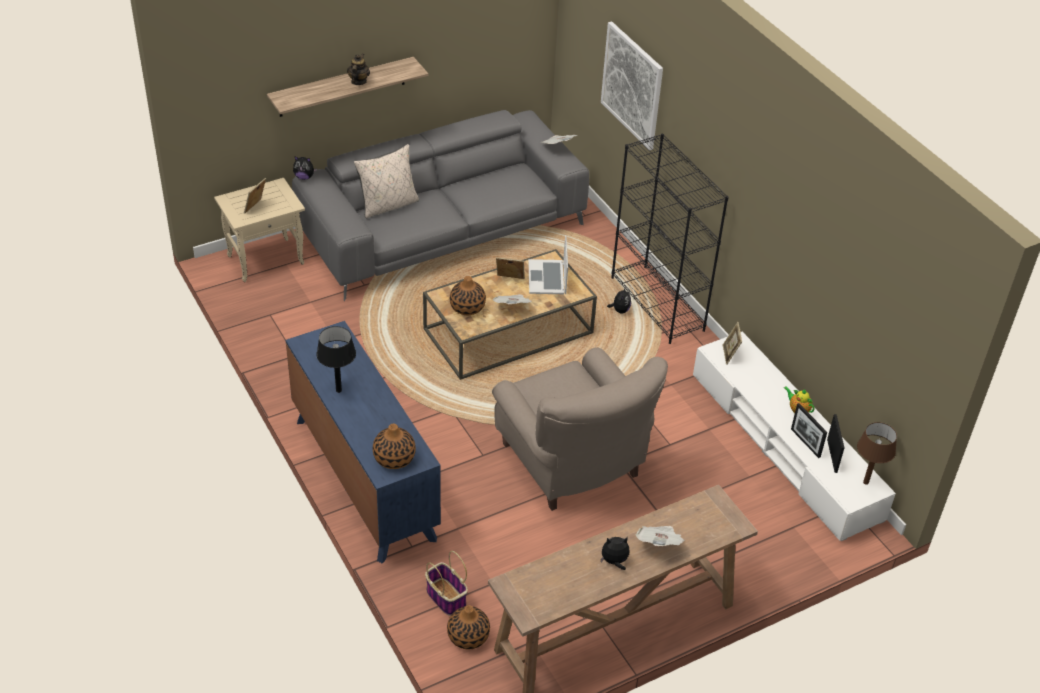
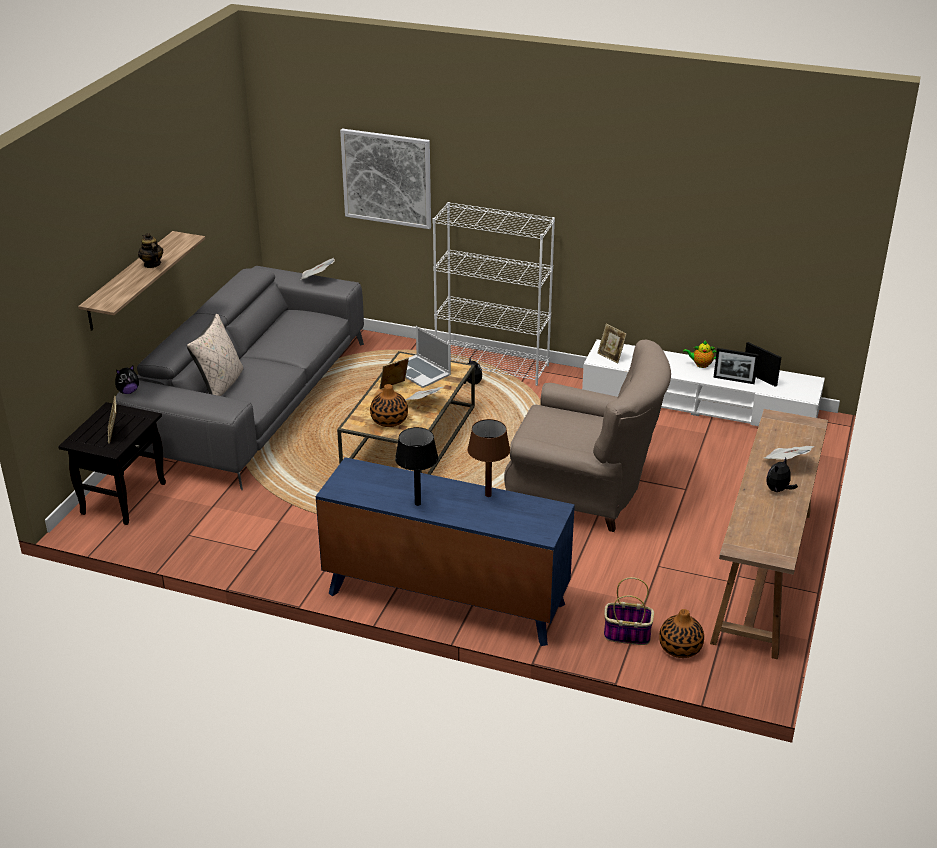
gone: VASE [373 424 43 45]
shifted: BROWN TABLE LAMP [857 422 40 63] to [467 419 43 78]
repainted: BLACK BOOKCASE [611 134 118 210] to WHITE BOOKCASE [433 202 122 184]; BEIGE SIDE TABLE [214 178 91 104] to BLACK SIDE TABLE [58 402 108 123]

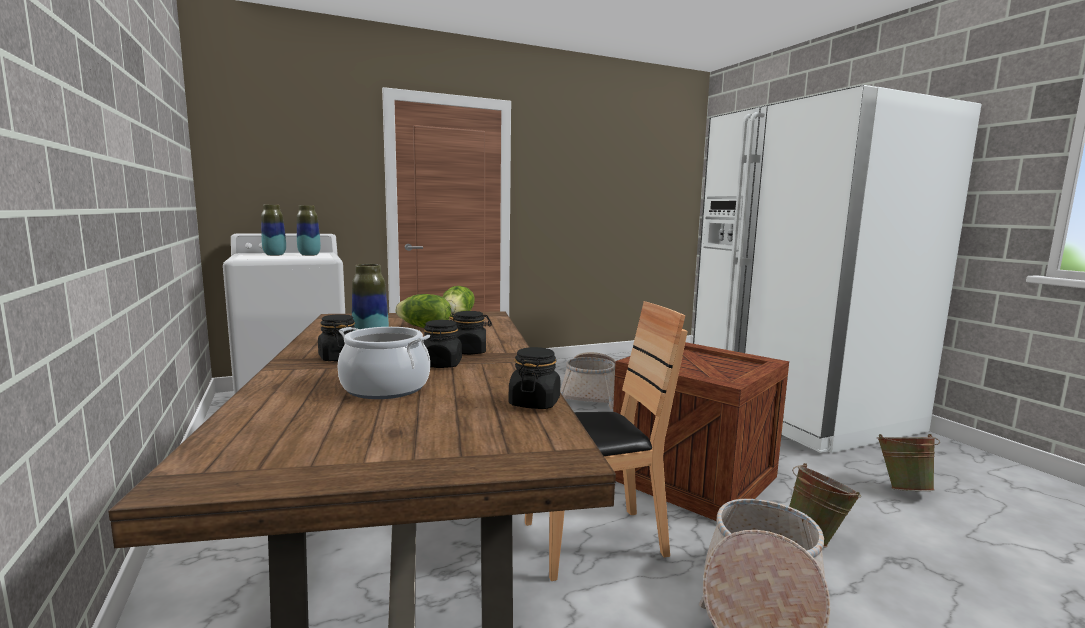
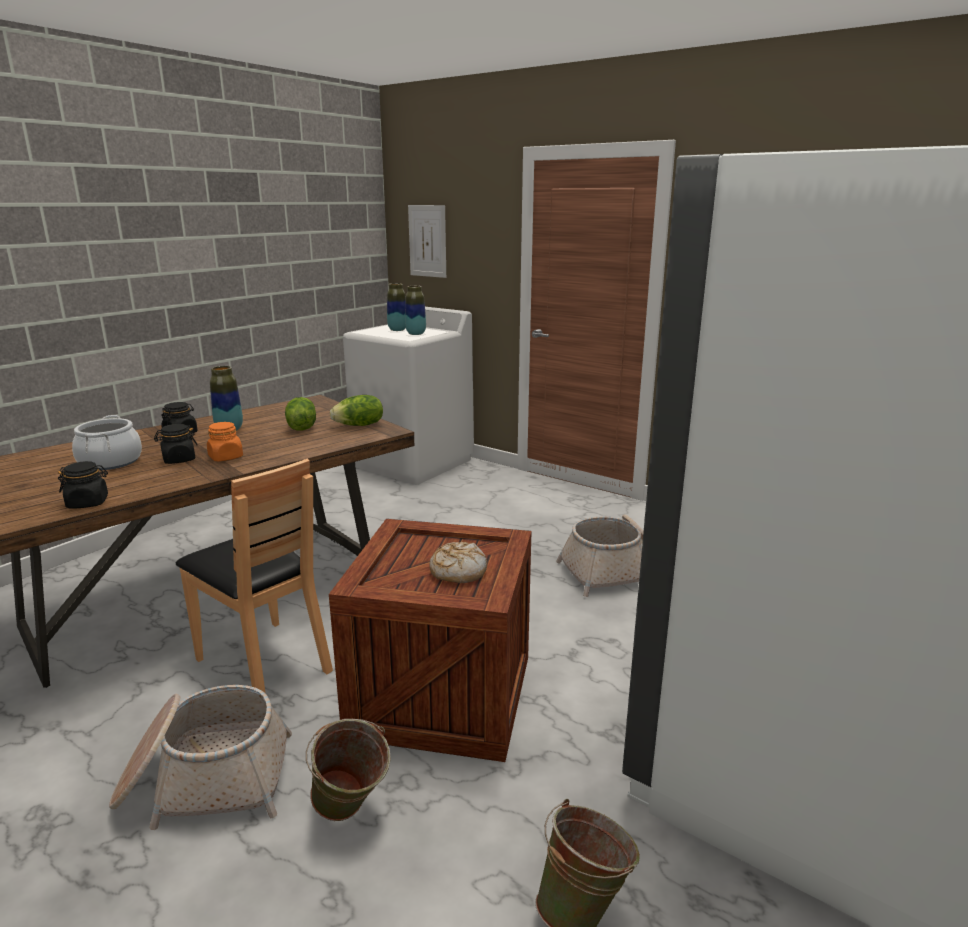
new: PICTURE [408 205 38 73]; BREAD [429 542 58 41]
repainted: BLACK JAR [449 311 43 44] to ORANGE JAR [207 422 36 39]

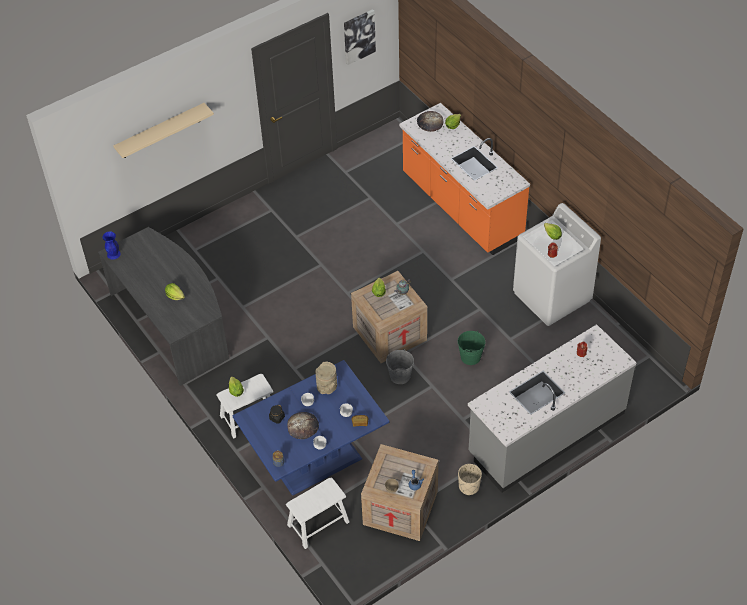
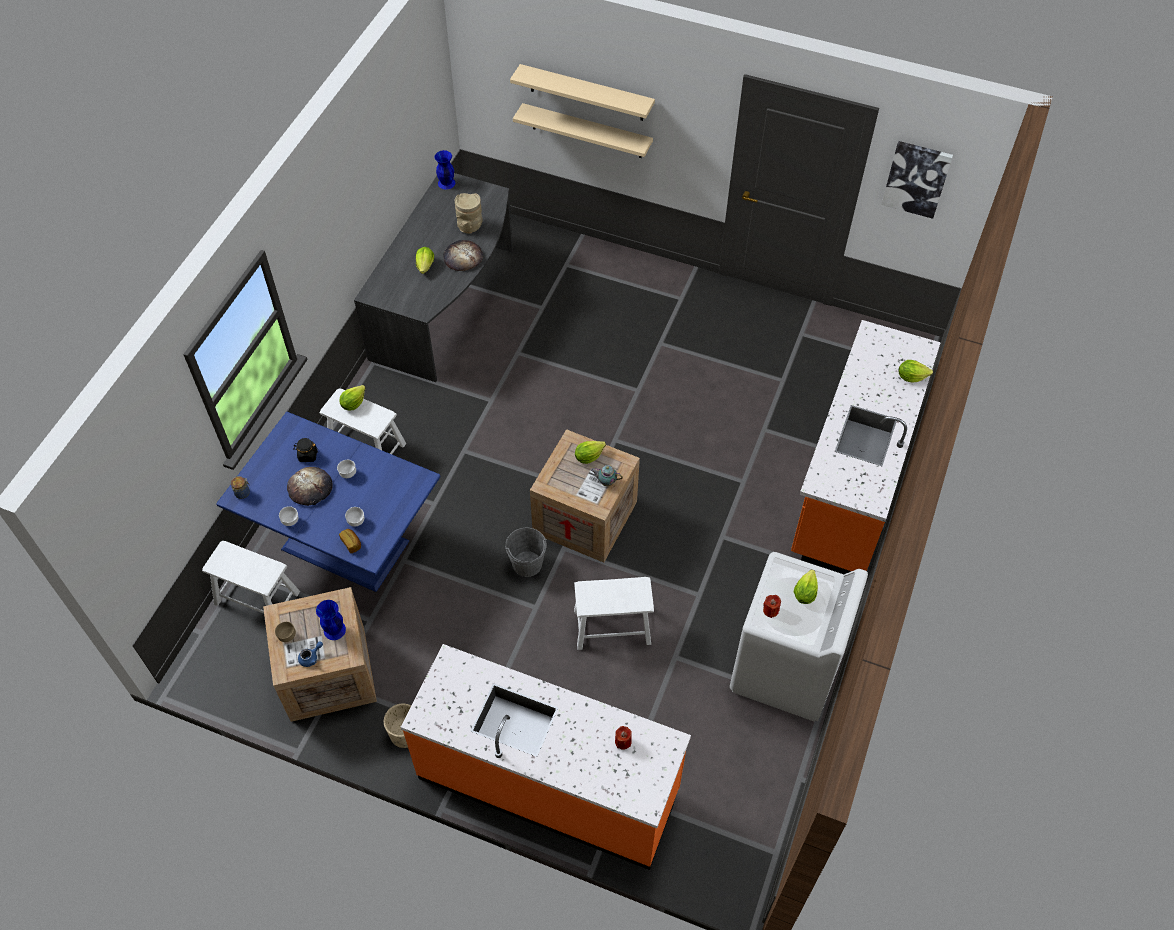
new: BEIGE SHELF [513 103 140 55]; BLUE VASE [316 600 30 40]
shifted: BREAD [417 111 26 21] to [443 240 40 31]; BEIGE VASE [315 362 22 32] to [455 193 28 41]
swapped: GREEN BUCKET [458 331 28 34] to WHITE STOOL [574 577 80 73]
repainted: GREY COUNTER [468 324 169 169] to ORANGE COUNTER [401 644 290 226]

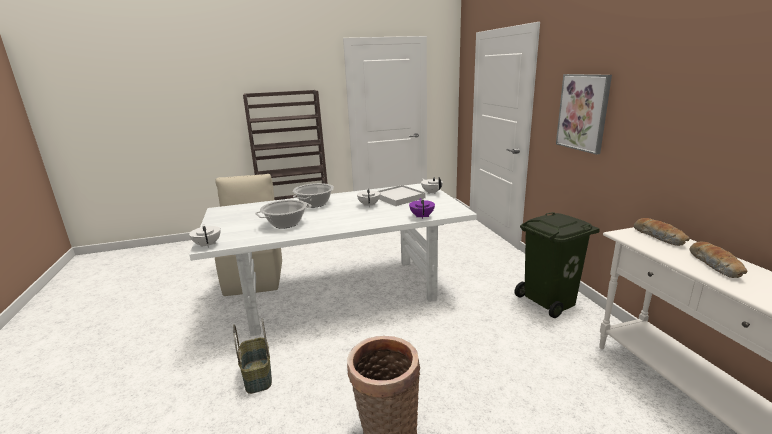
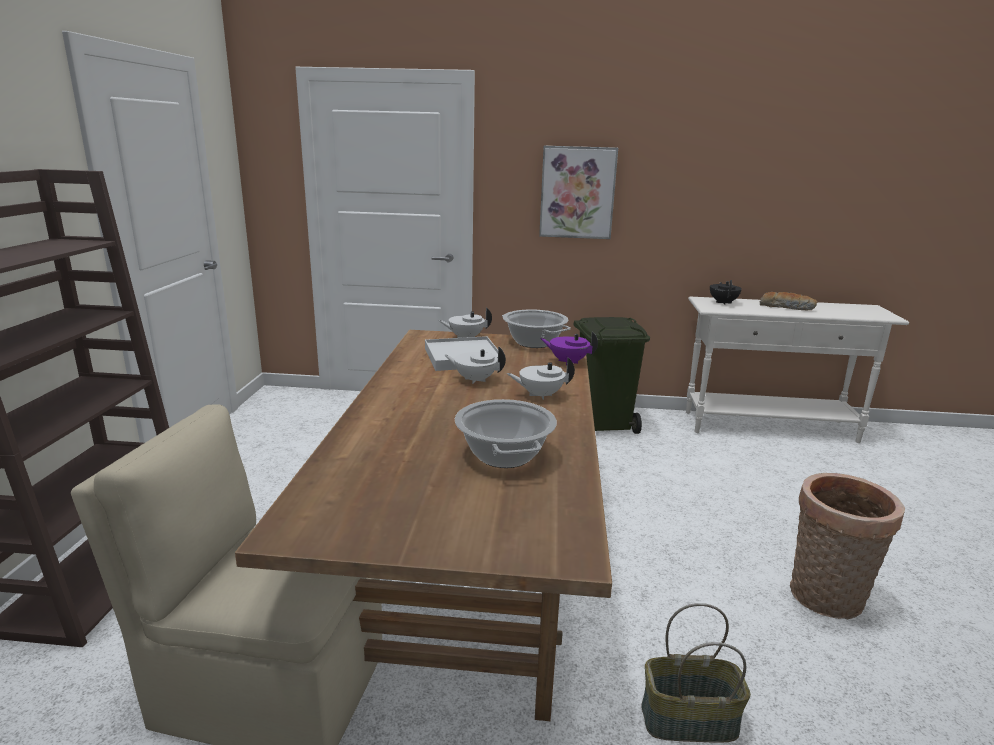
shifted: COOKING POT [293 183 41 25] to [502 309 69 39]; WHITE TEAPOT [189 224 31 24] to [507 357 68 43]
swapped: BREAD [634 218 56 28] to BLACK TEAPOT [710 280 32 25]
repainted: WHITE DINING TABLE [189 184 288 152] to BROWN DINING TABLE [235 330 377 391]

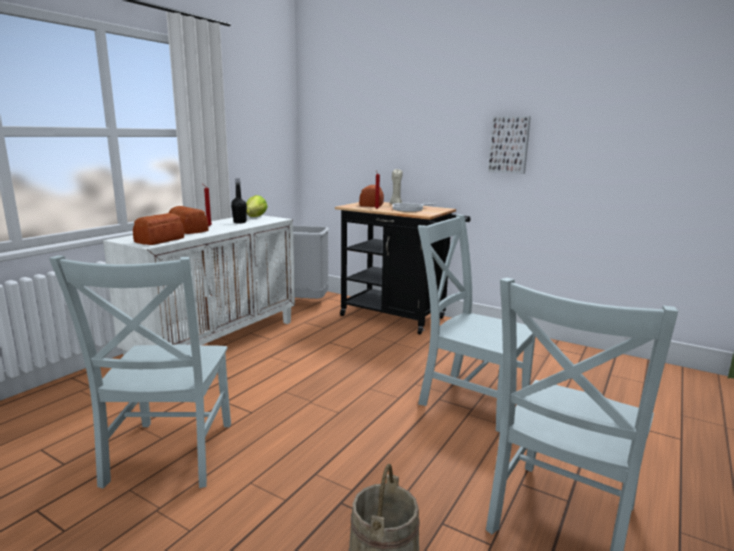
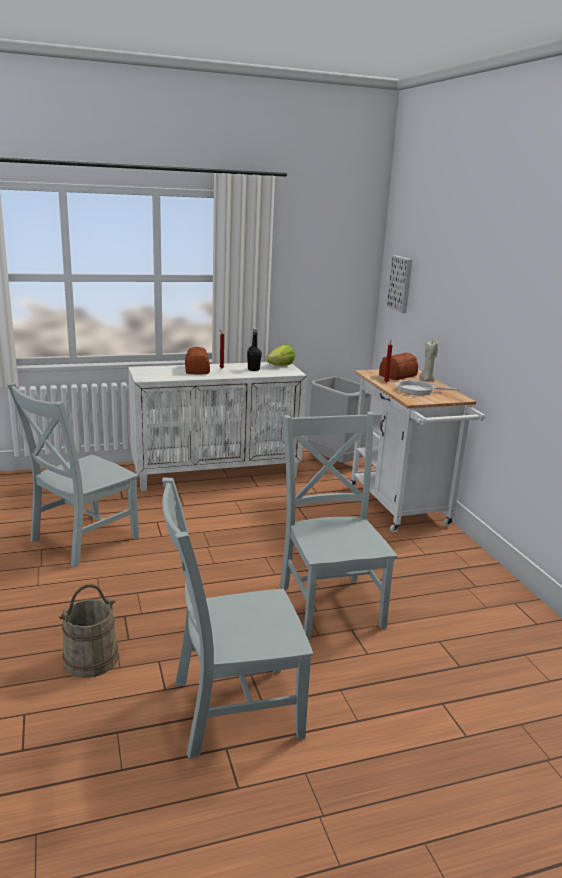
gone: BREAD [133 213 51 32]
shifted: PICTURE [488 116 43 58] to [387 255 25 58]
repainted: BLACK CART [335 202 136 133] to WHITE CART [350 369 135 163]

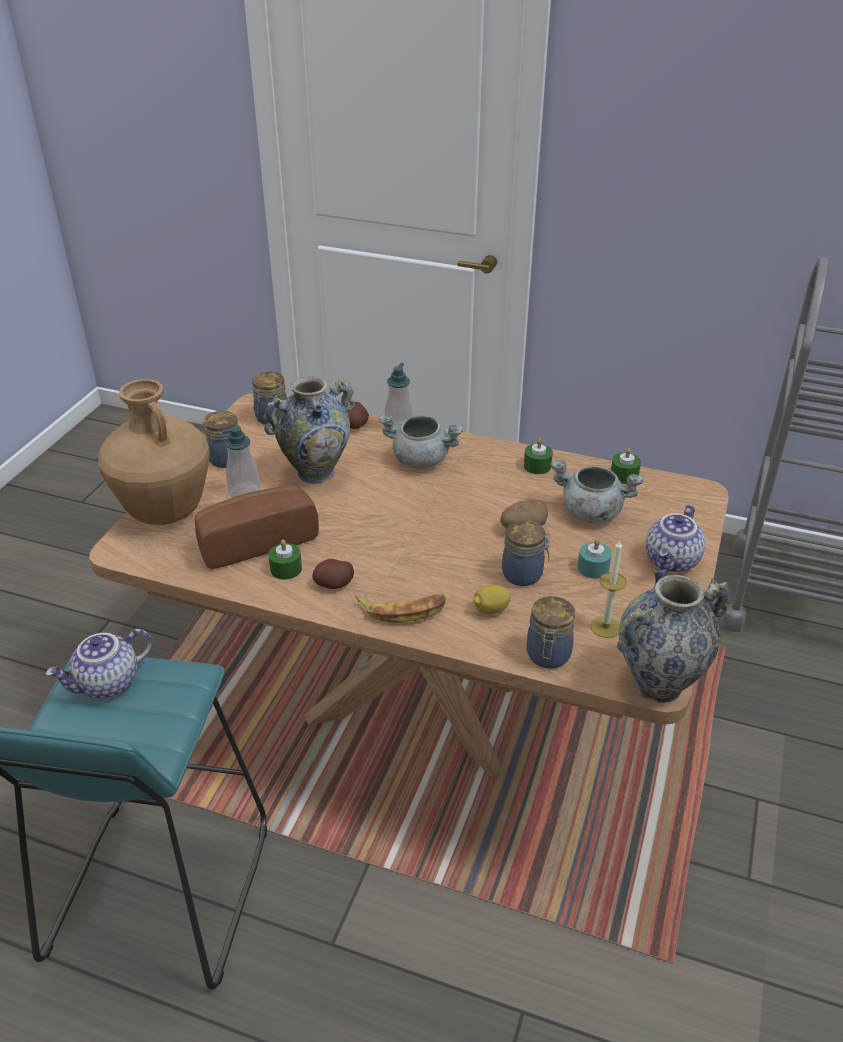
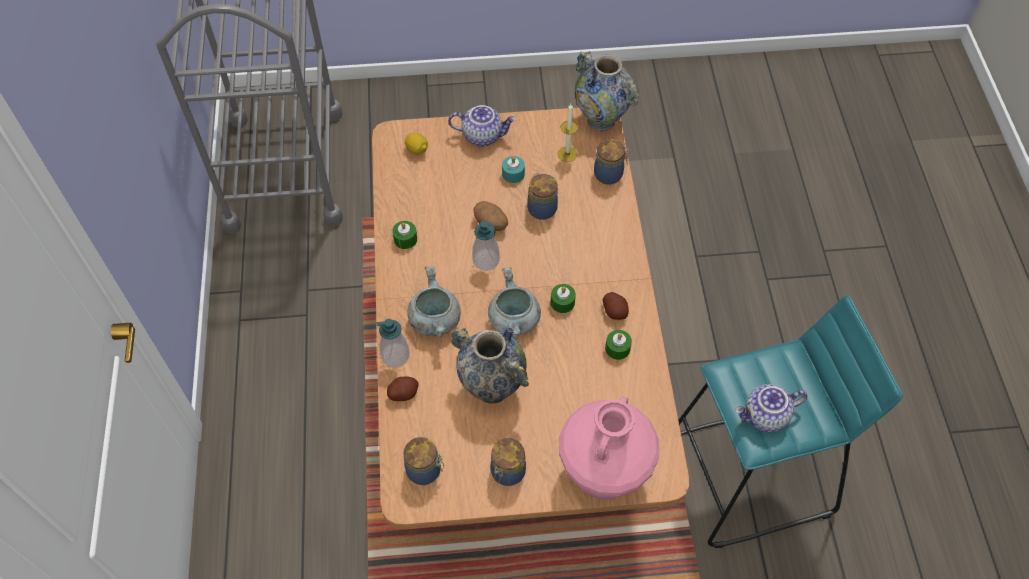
gone: BREAD [195 485 124 84]; BANANA [355 594 91 29]
shifted: SOAP DISPENSER [222 426 38 72] to [472 220 28 51]; GREEN CANDLE [611 448 30 36] to [551 284 25 29]; GREY COOKING POT [551 460 92 63] to [488 268 53 71]; LEMON [473 585 38 29] to [405 133 23 22]
repainted: BROWN VASE [97 379 113 146] to PINK VASE [559 396 100 104]
rotated: TEAPOT [45 629 108 69] = [735 384 72 48] 135 degrees clockwise

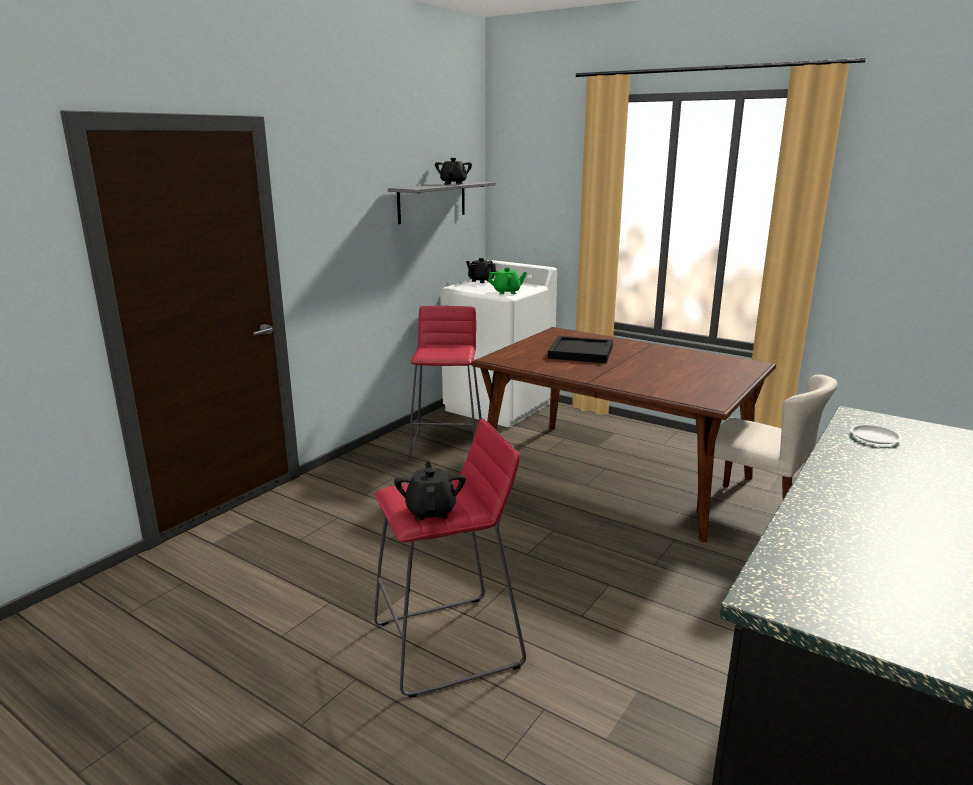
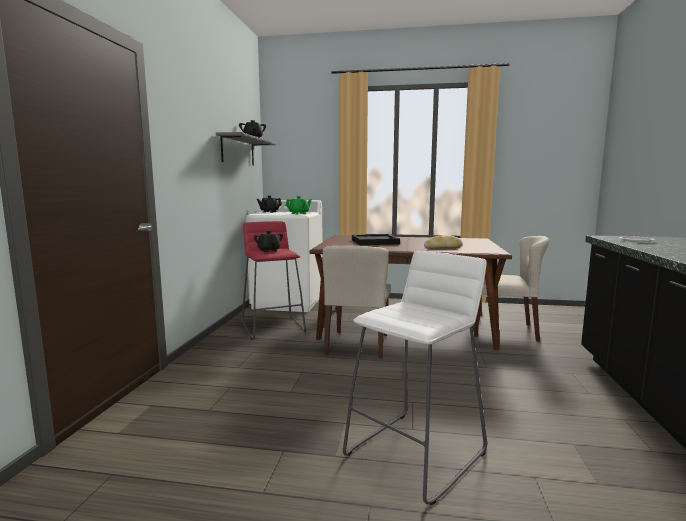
new: BREAD [424 235 39 13]; BEIGE CHAIR [323 246 68 113]
shifted: BLACK TEAPOT [394 461 72 60] to [254 231 29 21]
repainted: RED STOOL [374 418 152 280] to WHITE STOOL [343 251 144 255]

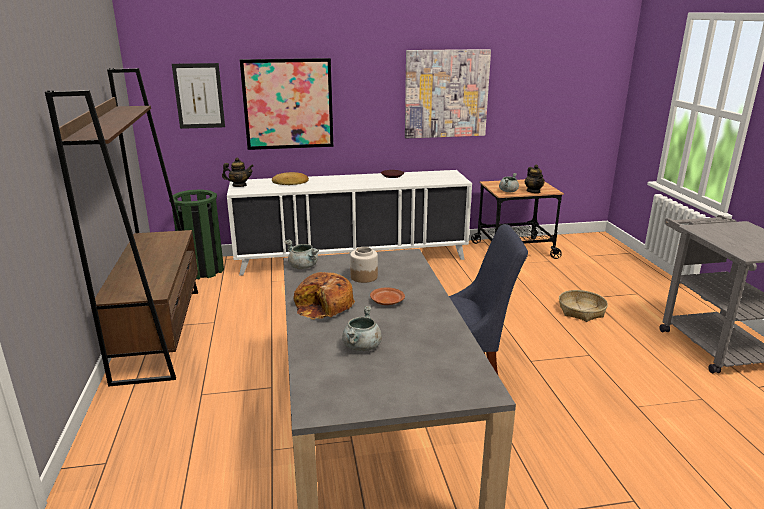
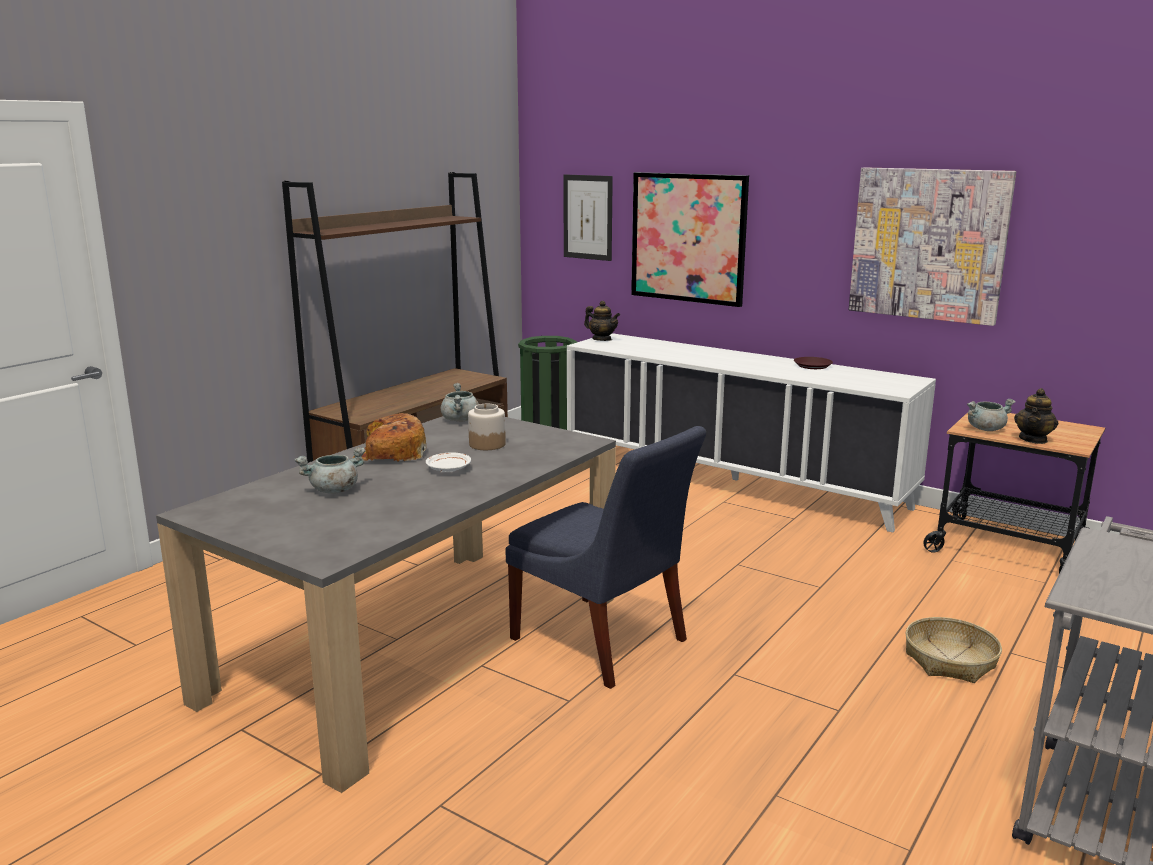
gone: BREAD [272 172 37 13]
repainted: BROWN PLATE [370 288 35 17] to WHITE PLATE [426 452 45 20]

